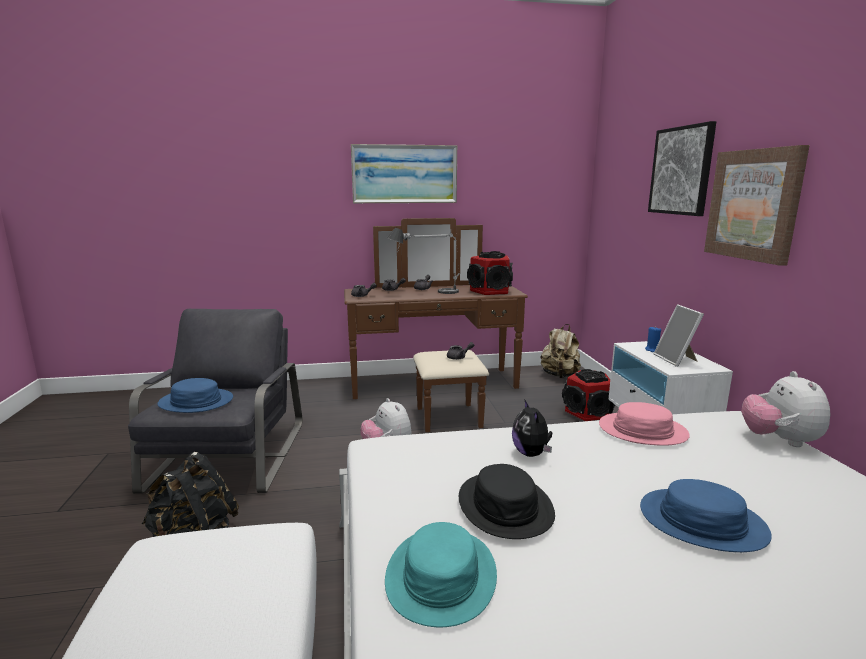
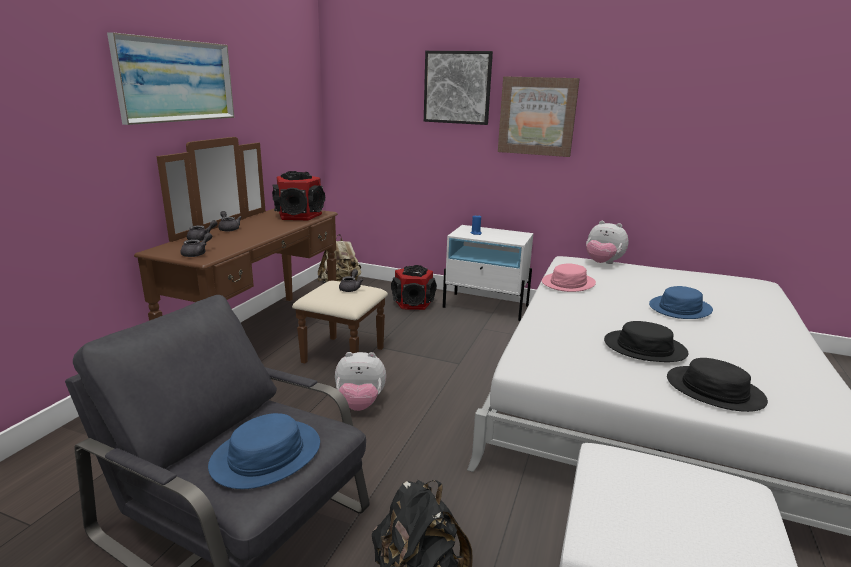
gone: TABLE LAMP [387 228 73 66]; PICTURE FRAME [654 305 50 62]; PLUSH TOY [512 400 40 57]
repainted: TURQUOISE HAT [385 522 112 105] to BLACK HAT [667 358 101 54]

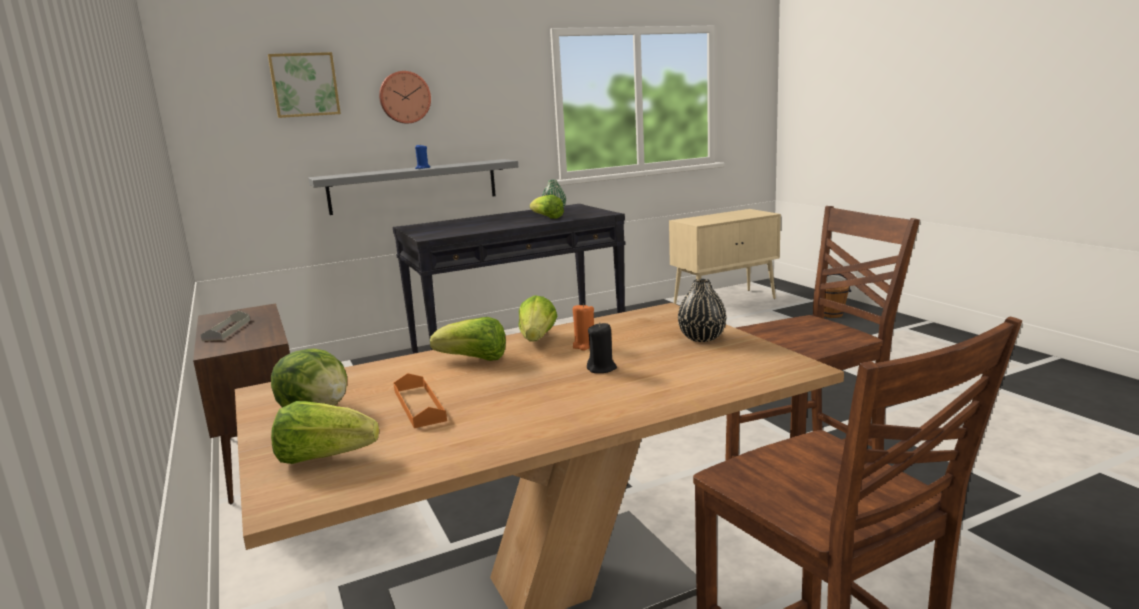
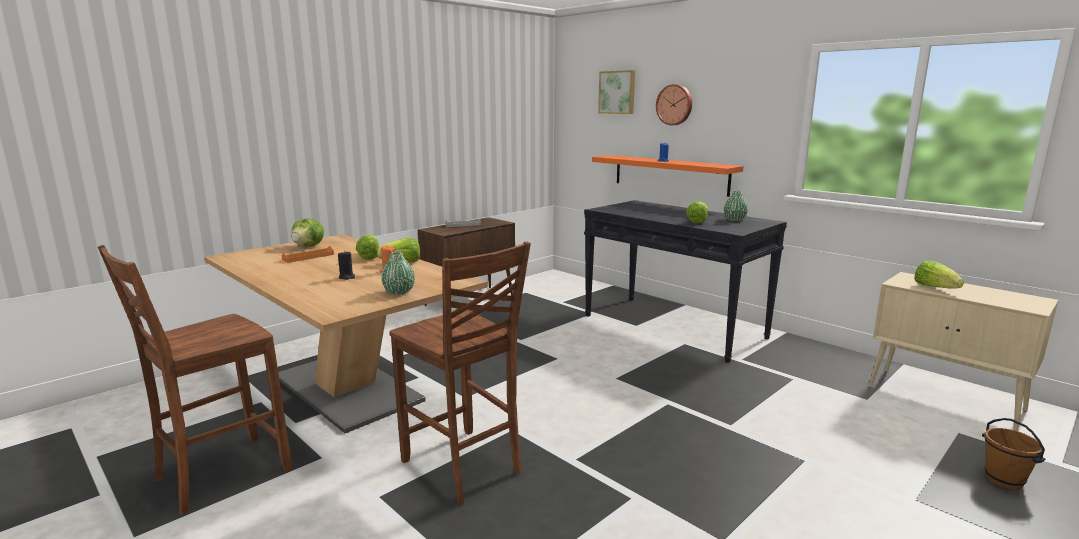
shifted: LETTUCE [271 401 108 63] to [914 261 50 28]
repainted: GREY SHELF [308 159 210 56] to ORANGE SHELF [592 155 151 42]; BLACK VASE [678 279 48 63] to GREEN VASE [381 252 34 43]

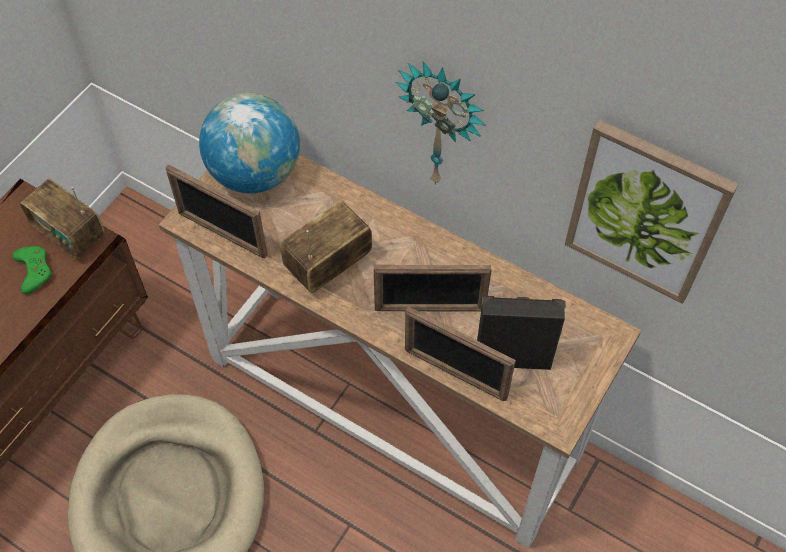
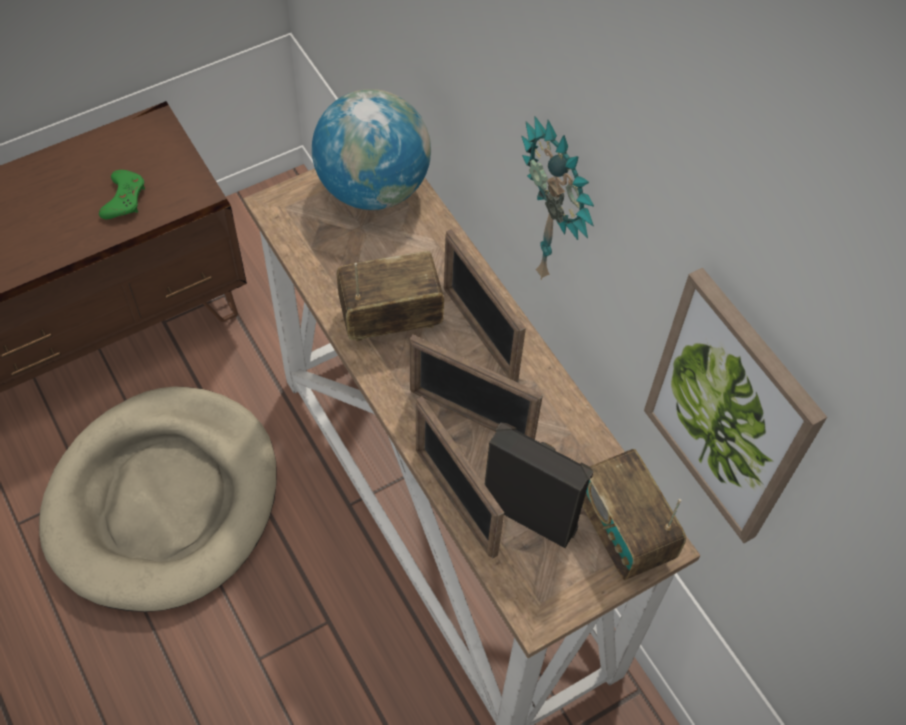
shifted: PICTURE FRAME [165 164 103 94] to [444 229 82 152]; RADIO [20 179 85 81] to [582 449 104 131]

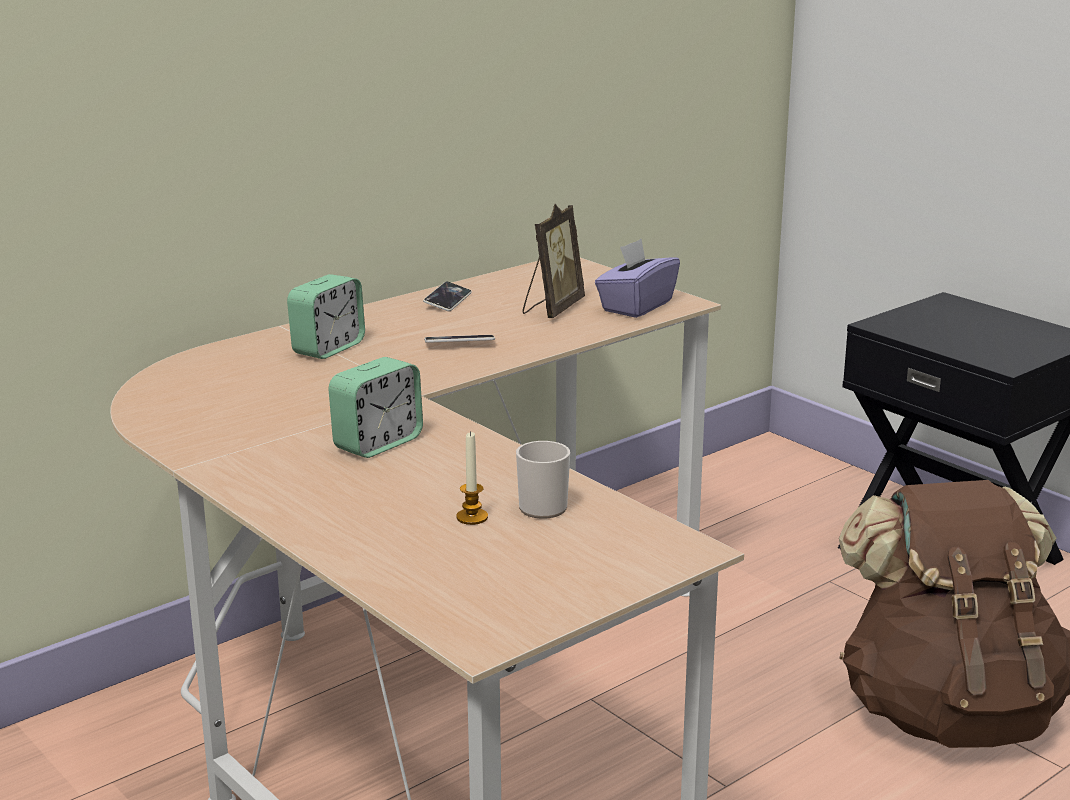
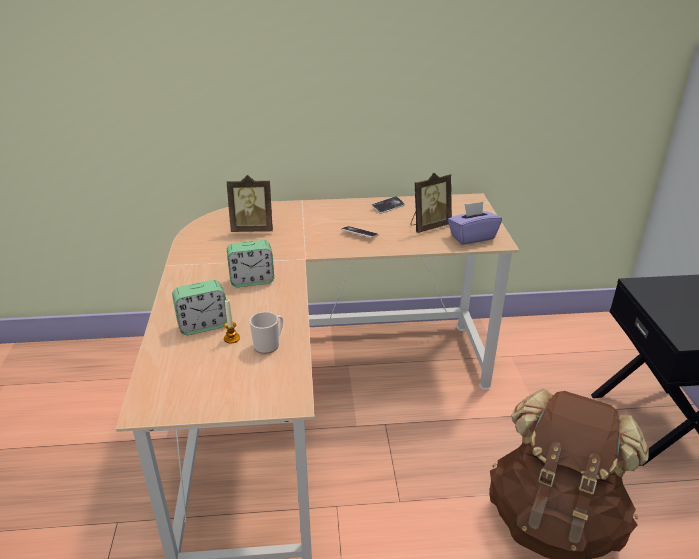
new: PICTURE FRAME [227 175 46 57]
shifted: ALARM CLOCK [287 274 78 85] to [172 280 55 55]

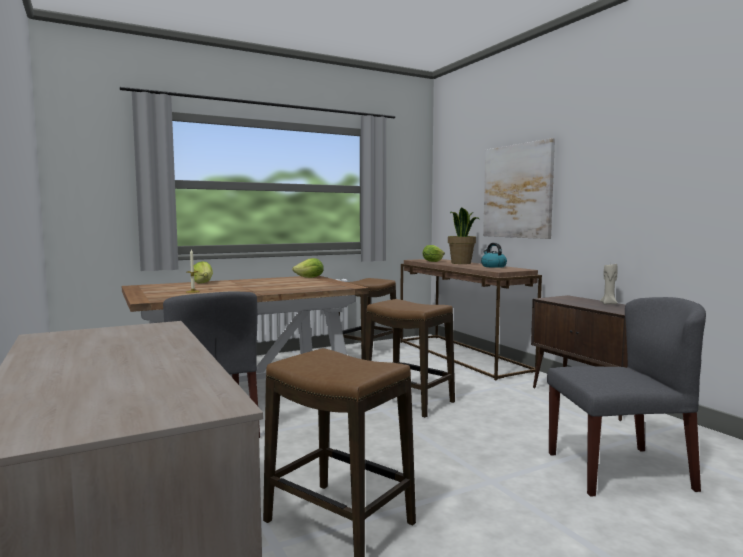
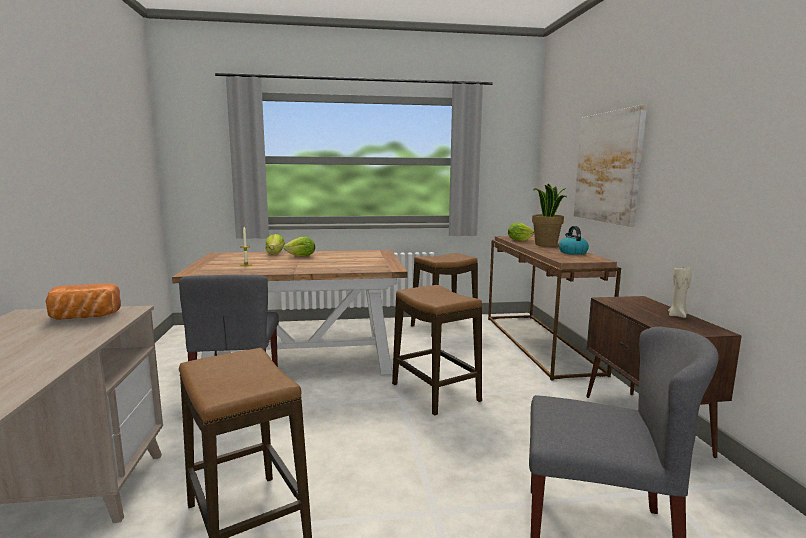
new: BREAD [46 283 75 37]
shifted: LETTUCE [292 258 32 20] to [284 237 31 19]

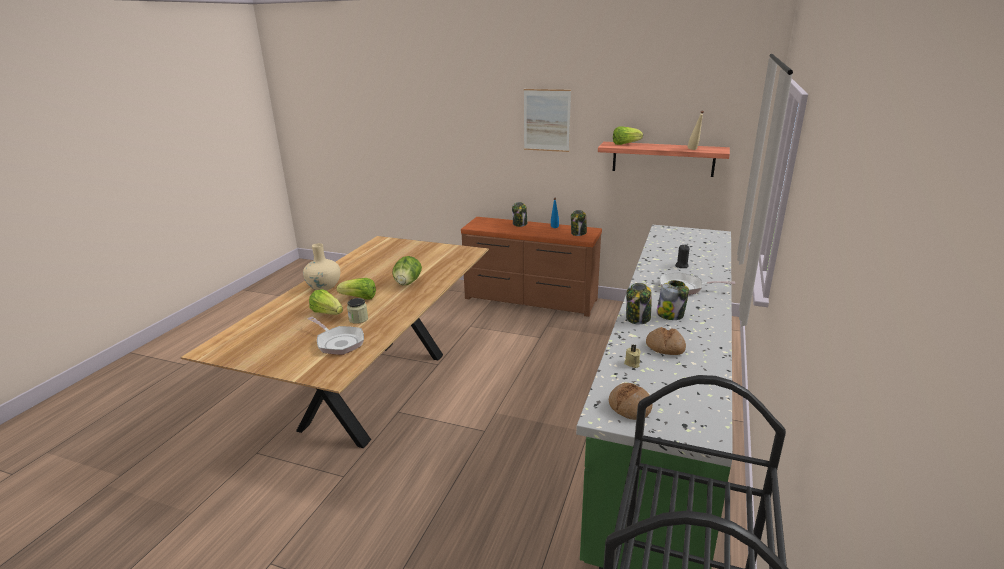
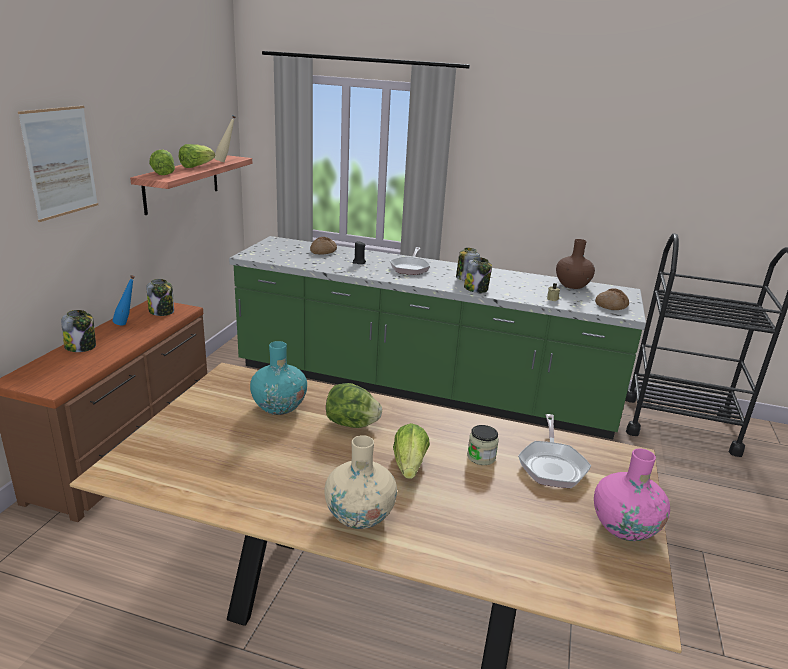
new: BROWN VASE [556 239 39 50]; TURQUOISE VASE [250 341 57 74]; PINK VASE [594 448 76 93]
shifted: LETTUCE [309 289 34 26] to [179 144 36 24]; BREAD [646 327 40 28] to [310 237 27 18]
rotated: FRYING PAN [308 317 56 38] = [518 414 73 74] 150 degrees clockwise

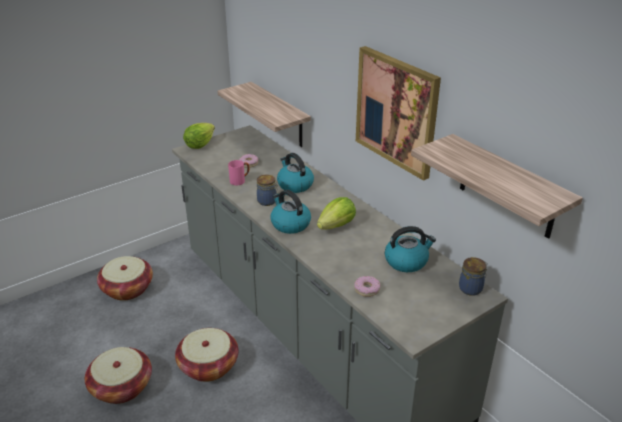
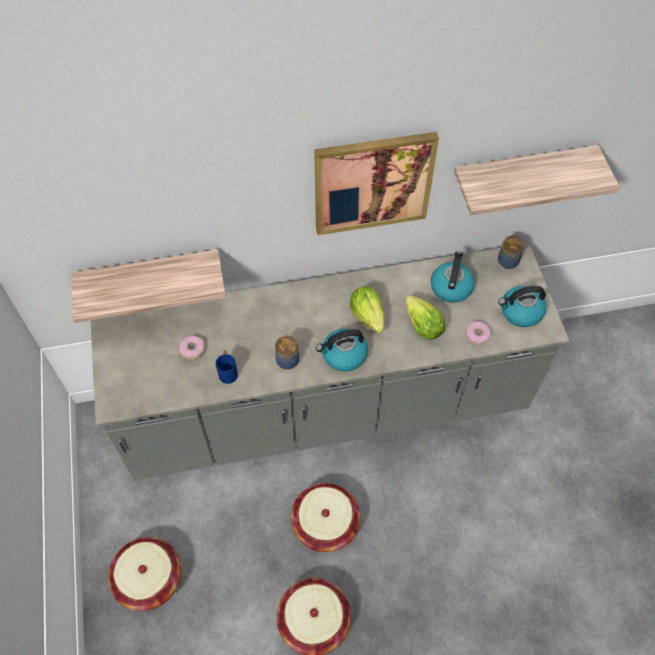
shifted: LETTUCE [183 123 32 26] to [405 295 41 45]; KETTLE [277 153 37 40] to [498 286 49 41]
repainted: PINK MUG [228 160 21 26] to BLUE MUG [216 350 22 34]

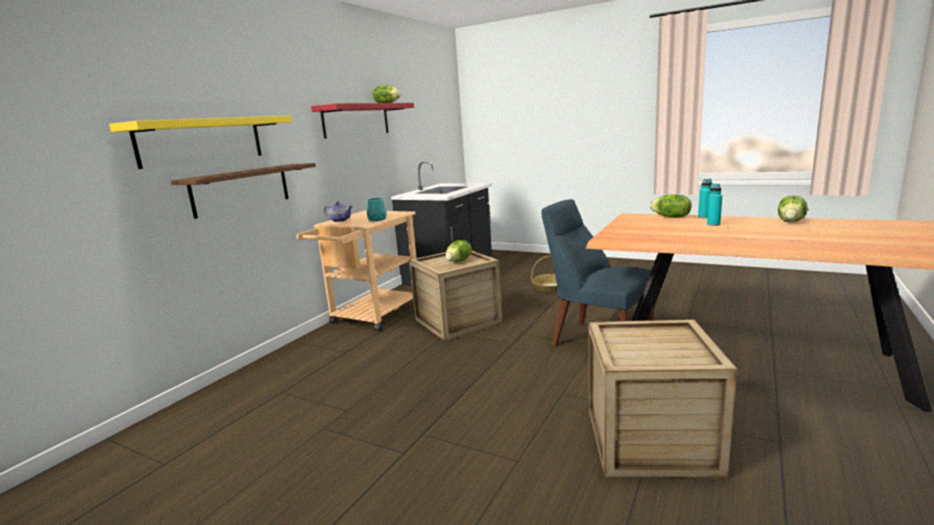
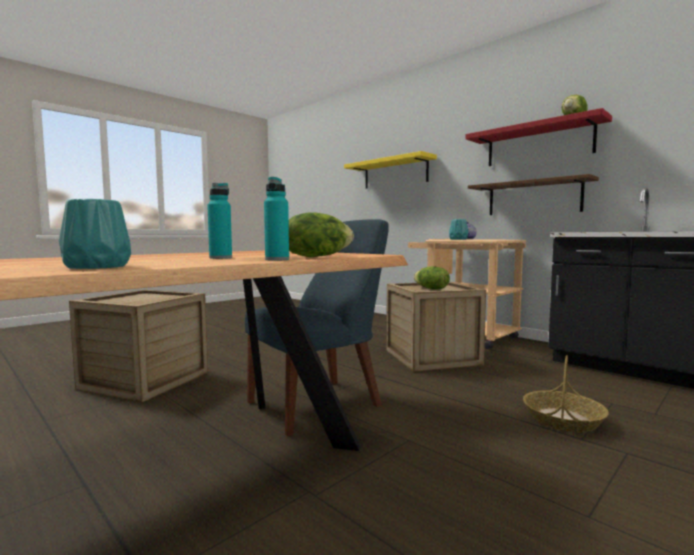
shifted: BROWN SHELF [171 163 145 56] to [468 174 131 41]
swapped: LETTUCE [778 195 30 27] to TURQUOISE VASE [59 199 72 70]

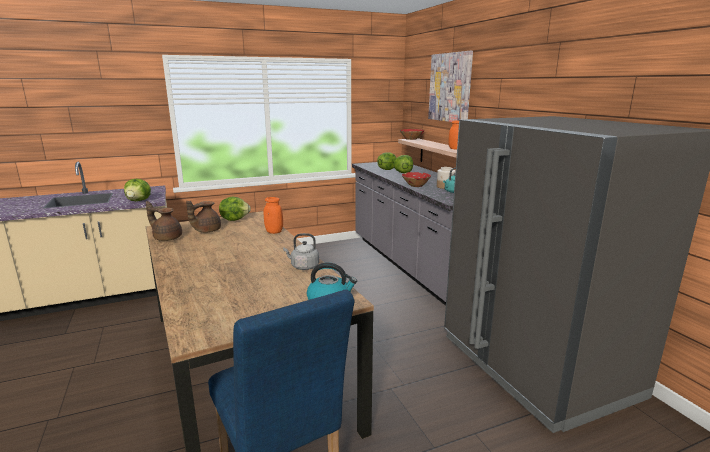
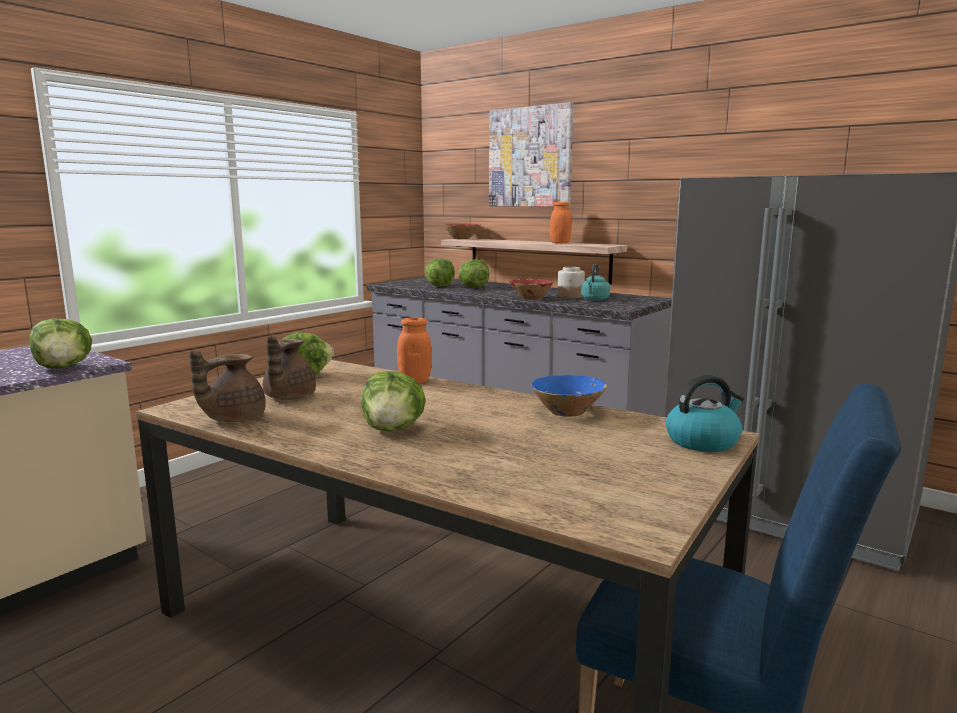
new: LETTUCE [362 371 64 60]
swapped: GREY KETTLE [283 233 36 37] to BLUE BOWL [531 375 76 42]
rotated: BROWN TEAPOT [146 201 36 40] = [189 351 77 71] 45 degrees counterclockwise

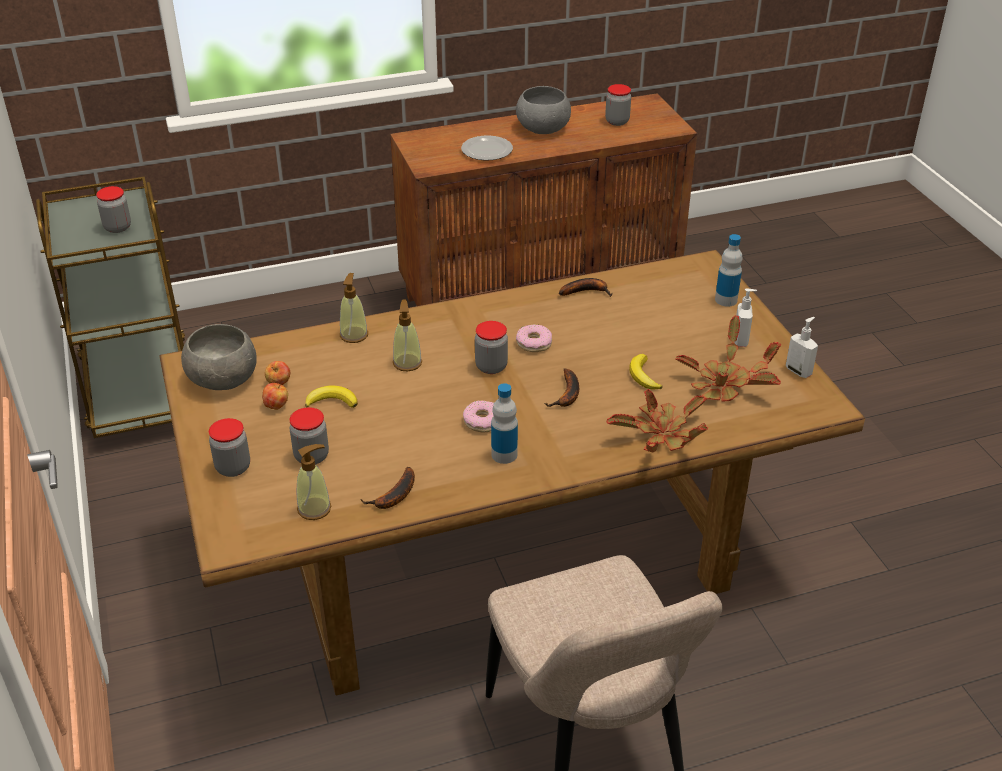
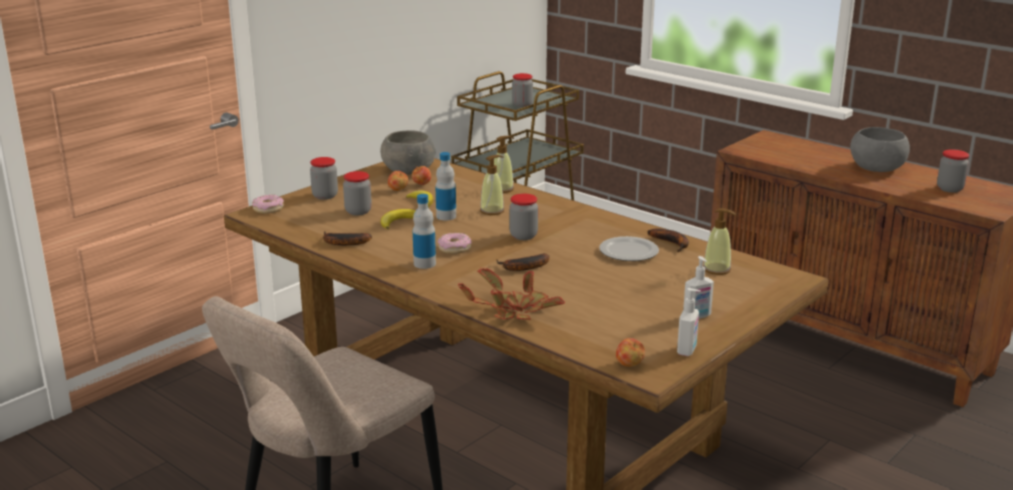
gone: POTTED PLANT [675 315 106 87]
new: APPLE [616 338 29 29]
shifted: PLATE [461 135 52 26] to [599 236 60 25]; BOTTLE [715 234 28 73] to [435 152 21 68]; DONUT [516 324 36 28] to [252 194 32 20]; BANANA [629 354 34 35] to [381 209 35 21]; SOAP DISPENSER [297 444 34 76] to [704 208 32 67]

